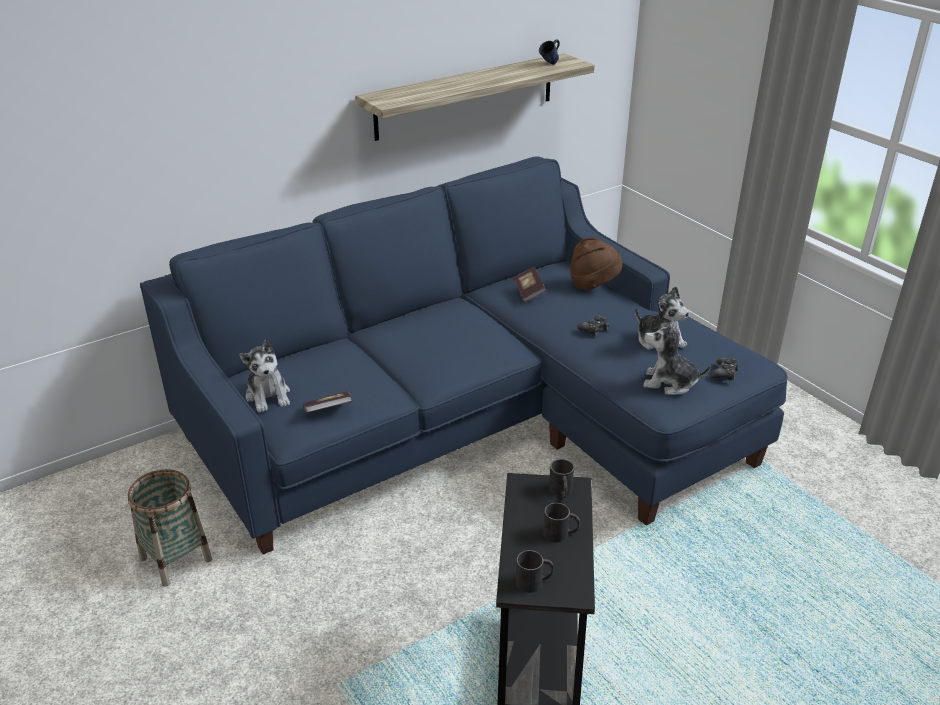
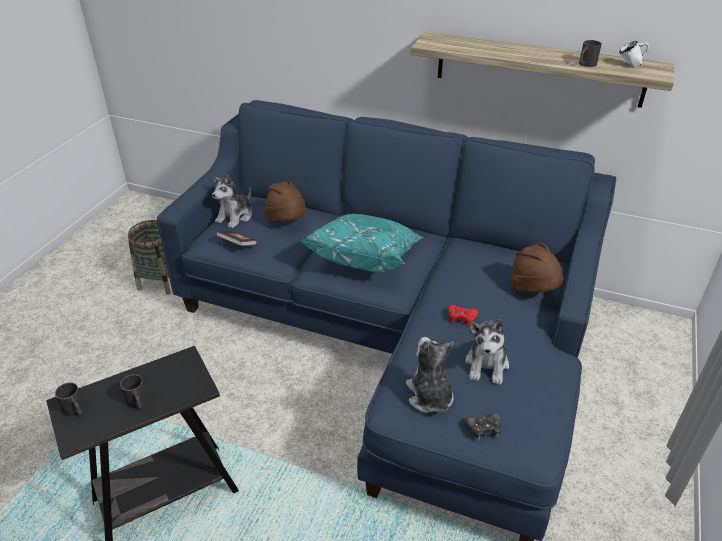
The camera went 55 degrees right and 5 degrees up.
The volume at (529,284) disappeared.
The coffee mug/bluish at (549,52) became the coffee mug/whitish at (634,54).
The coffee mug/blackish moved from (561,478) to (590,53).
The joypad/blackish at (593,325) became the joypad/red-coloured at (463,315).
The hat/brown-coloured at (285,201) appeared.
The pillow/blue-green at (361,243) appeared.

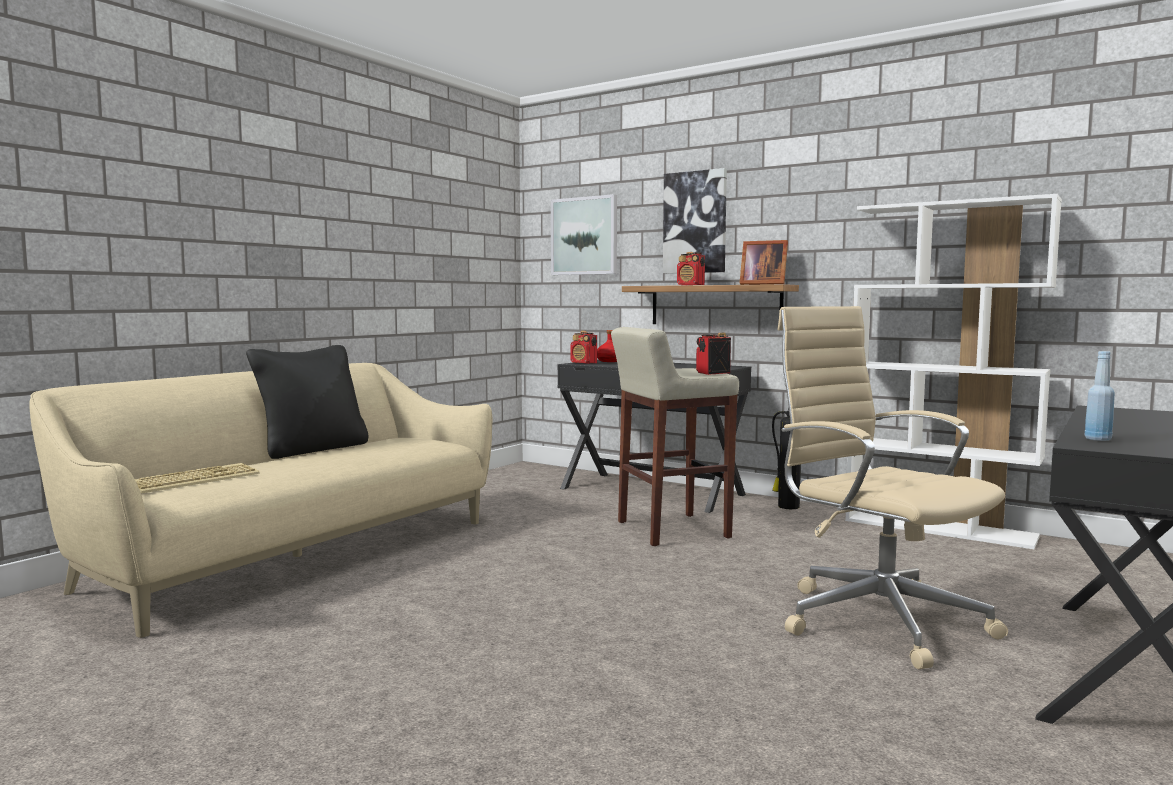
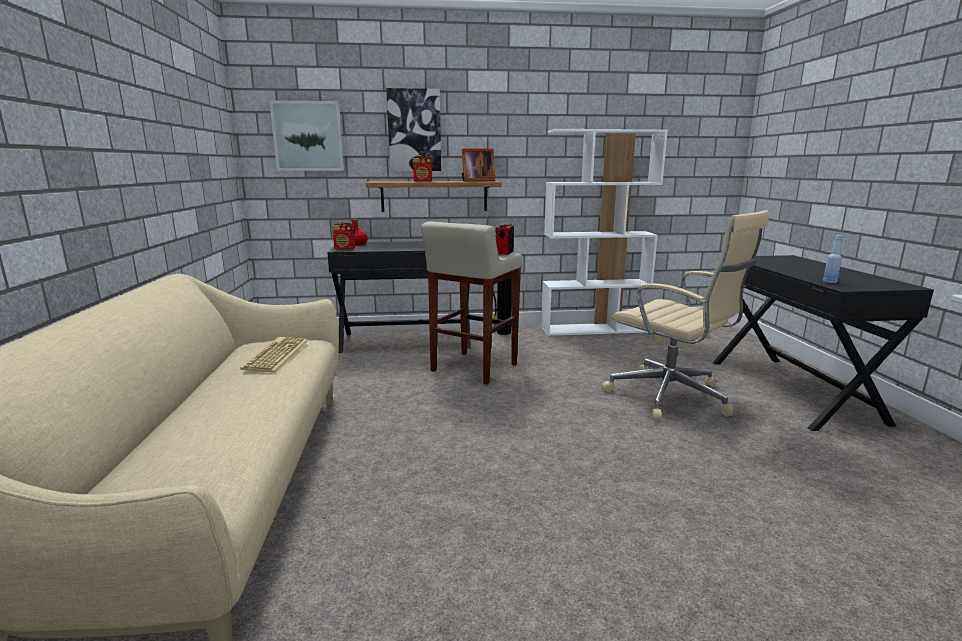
The camera went 40 degrees left and 10 degrees up.
The computer keyboard moved from (197,478) to (274,355).
The pillow/blackish at (307,402) disappeared.
The desk chair/beige-coloured at (892,487) turned 150 degrees counterclockwise.

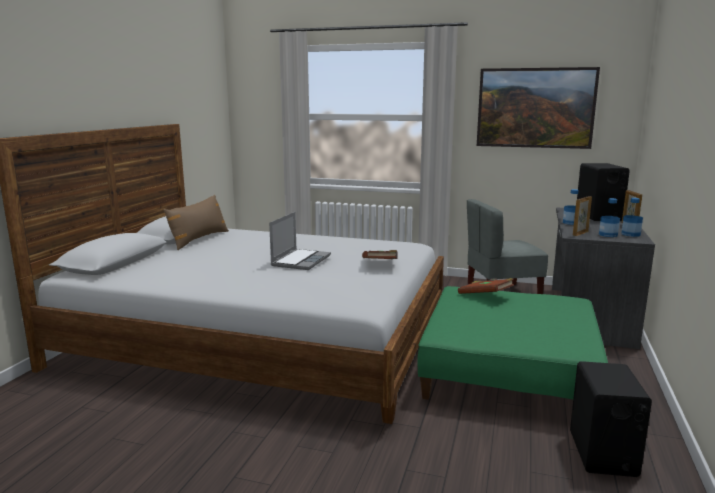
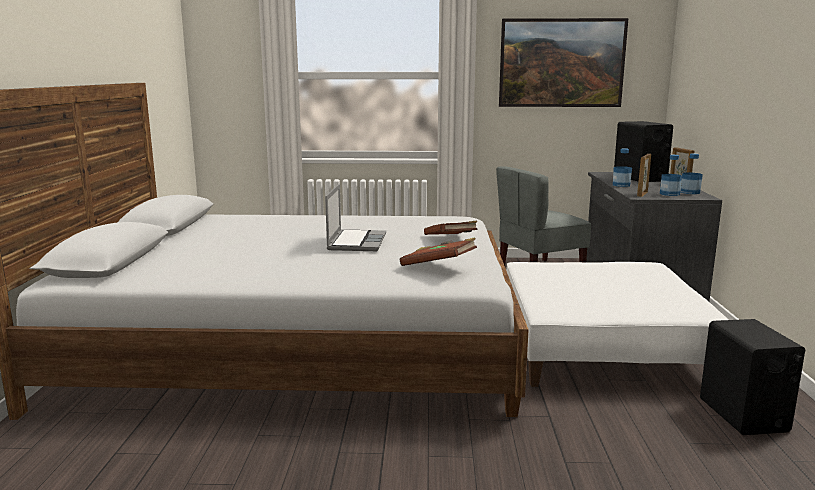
The camera went 15 degrees left and 0 degrees up.
The pillow/brown-coloured at (196,222) disappeared.
The ottoman/green-coloured at (512,343) became the ottoman/whitish at (617,324).
The volume/brown-coloured moved from (486,286) to (438,251).

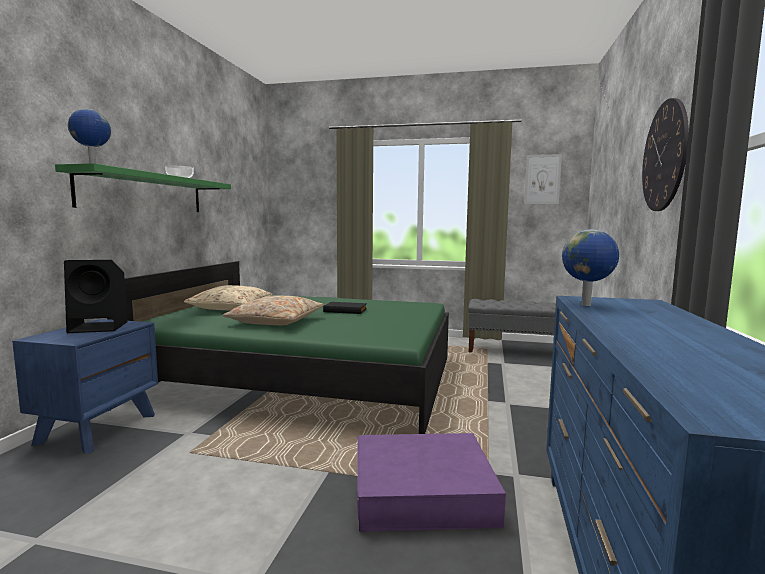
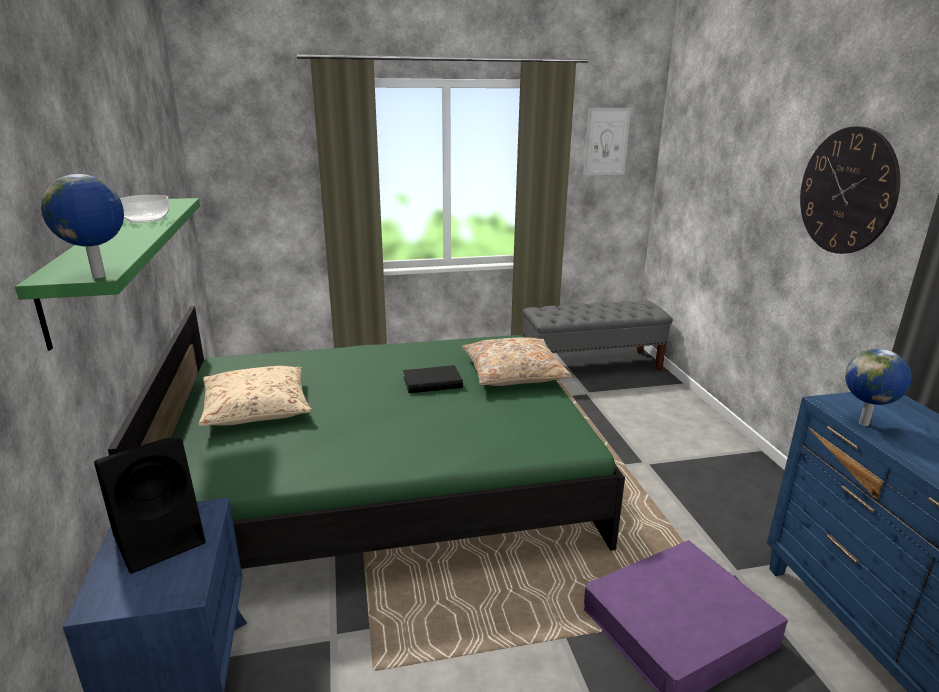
The camera went 25 degrees left and 15 degrees up.
The pillow/beige-coloured moved from (273,310) to (517,361).

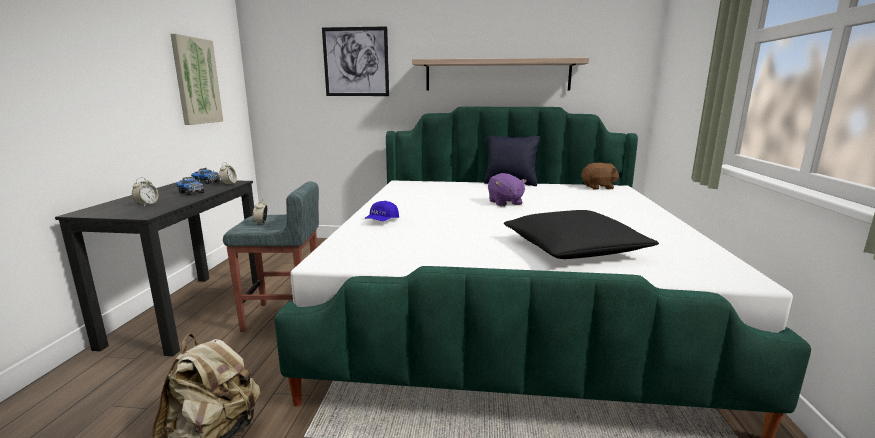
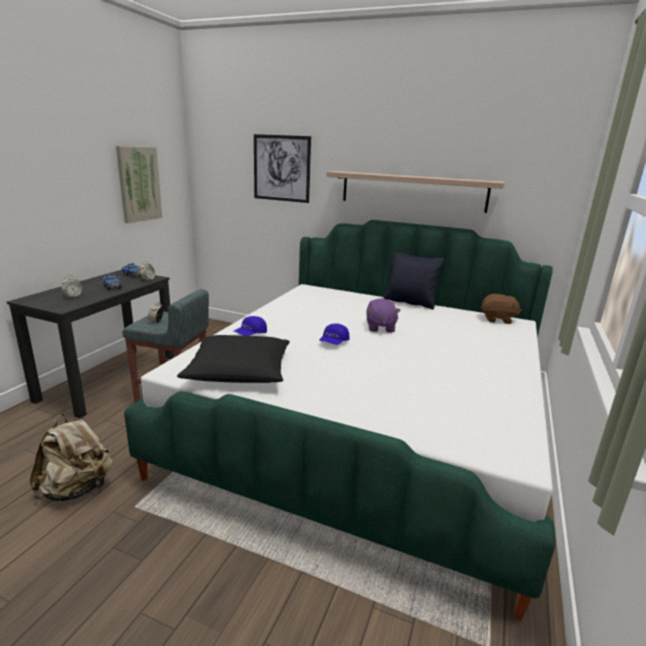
The camera went 15 degrees right and 5 degrees up.
The pillow/blackish moved from (581,234) to (233,359).
The cap/bluish at (334,334) appeared.

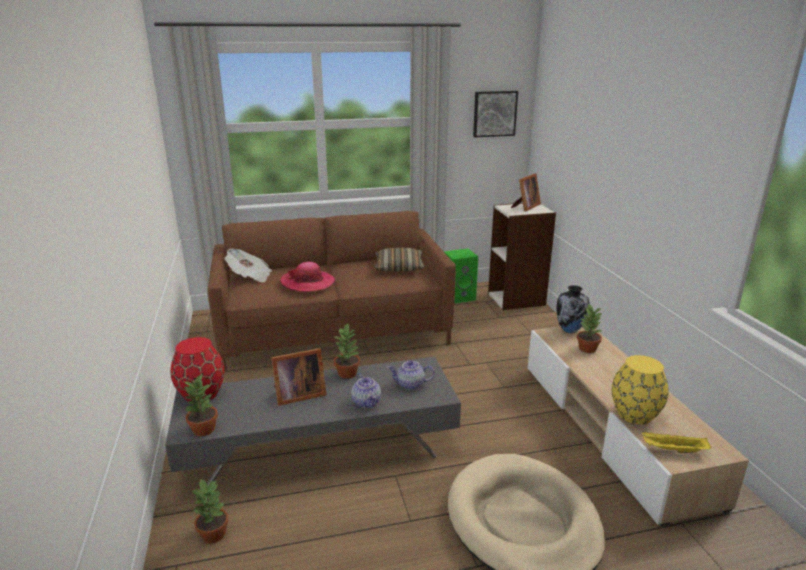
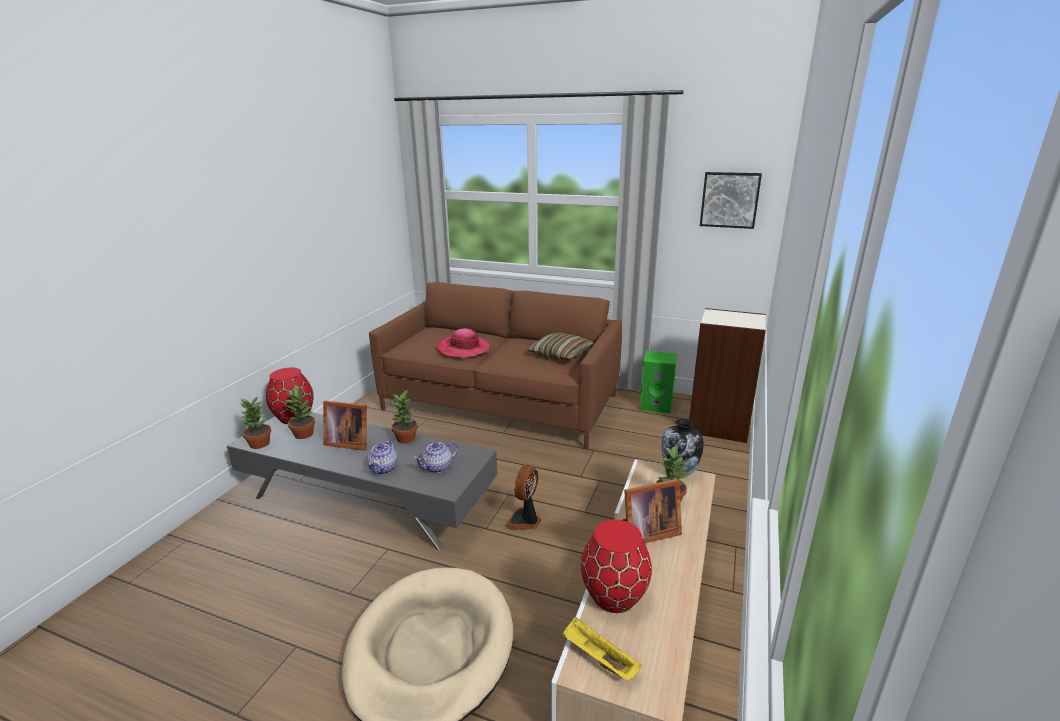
The camera went 35 degrees right and 0 degrees up.
The potted plant moved from (210,510) to (299,412).
The newspaper at (248,265) disappeared.
The tea pot at (411,375) turned 75 degrees counterclockwise.
The standing frame moved from (526,192) to (652,511).
The flower vase/yellowish at (640,390) became the flower vase/red-coloured at (616,566).
The cooling fan at (523,497) appeared.

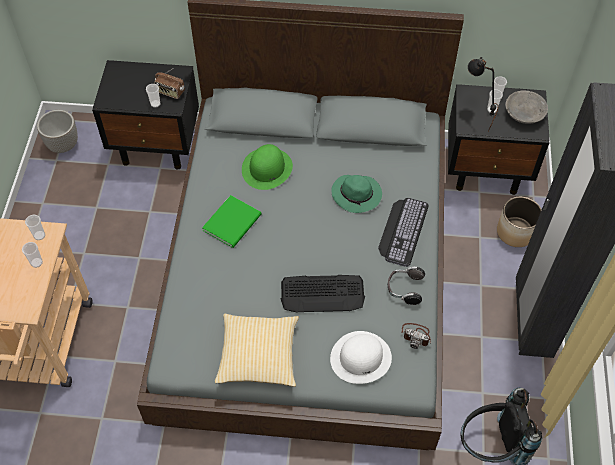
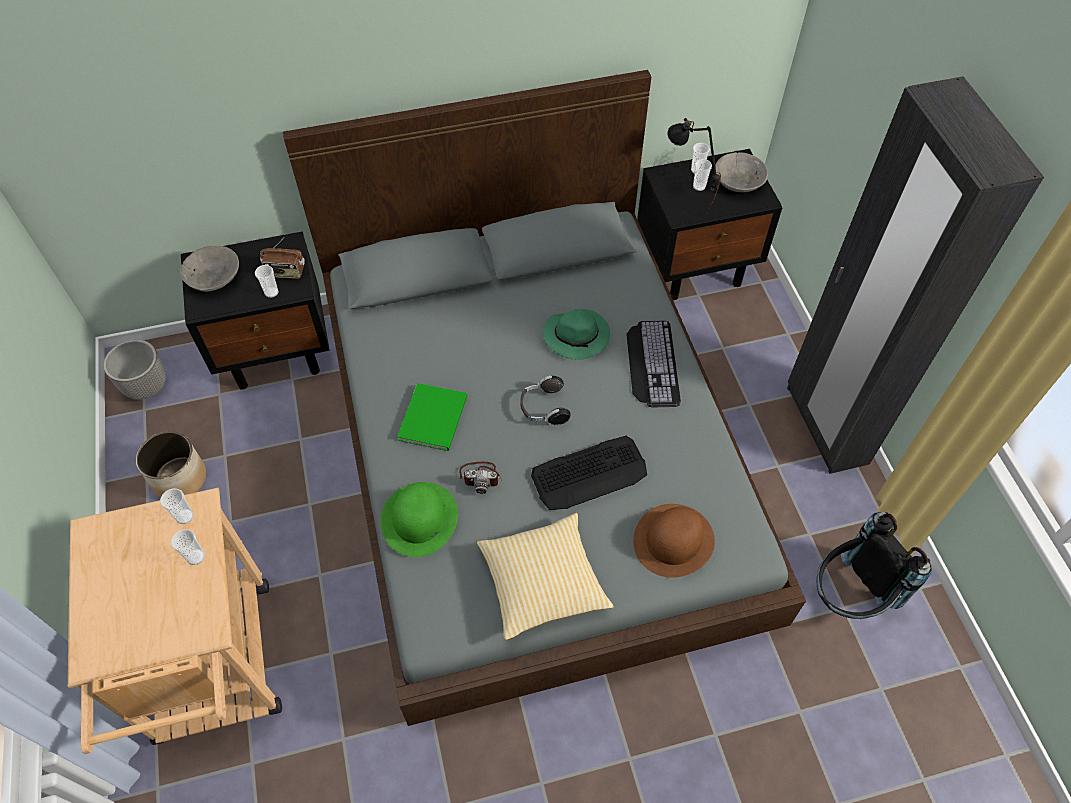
The camera went 20 degrees left and 0 degrees up.
The hat/green-coloured moved from (267,167) to (419,519).
The hat/whitish at (361,357) became the hat/brown-coloured at (674,541).
The headset moved from (406,286) to (545,400).
The photo camera moved from (416,336) to (480,478).
The flower pot moved from (519,222) to (171,464).
The serving bowl/grey at (209,269) appeared.

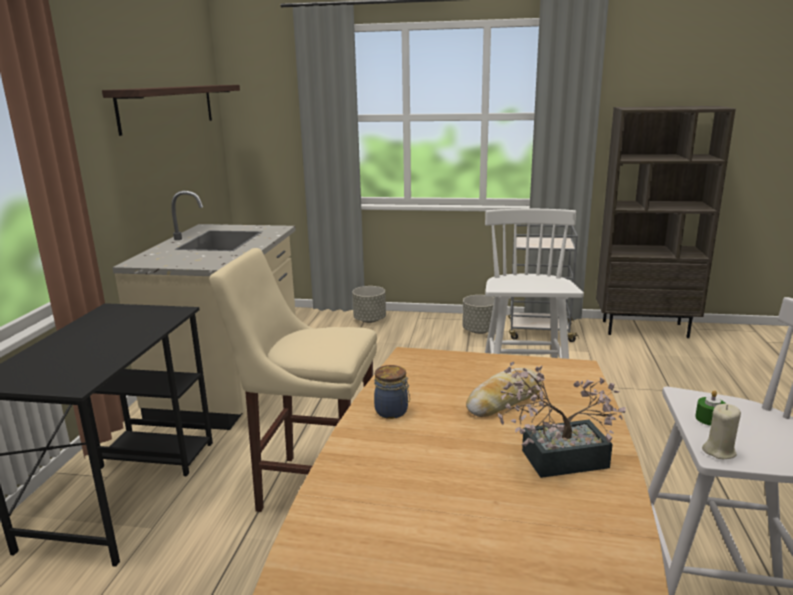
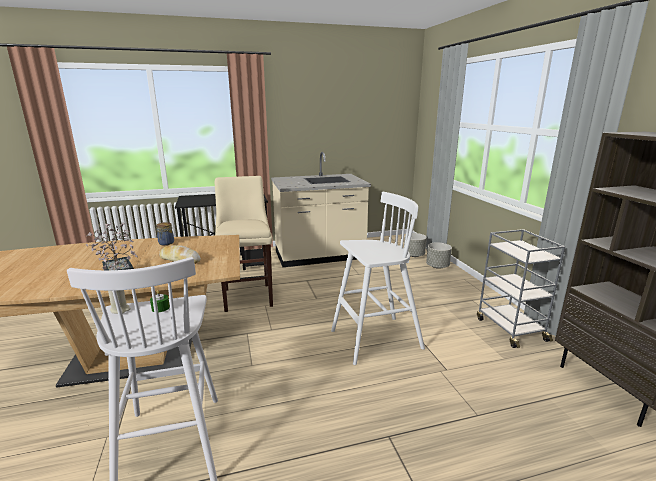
The camera went 65 degrees right and 0 degrees up.
The shelf at (171,110) disappeared.
The flower pot/grey moved from (478,314) to (415,245).

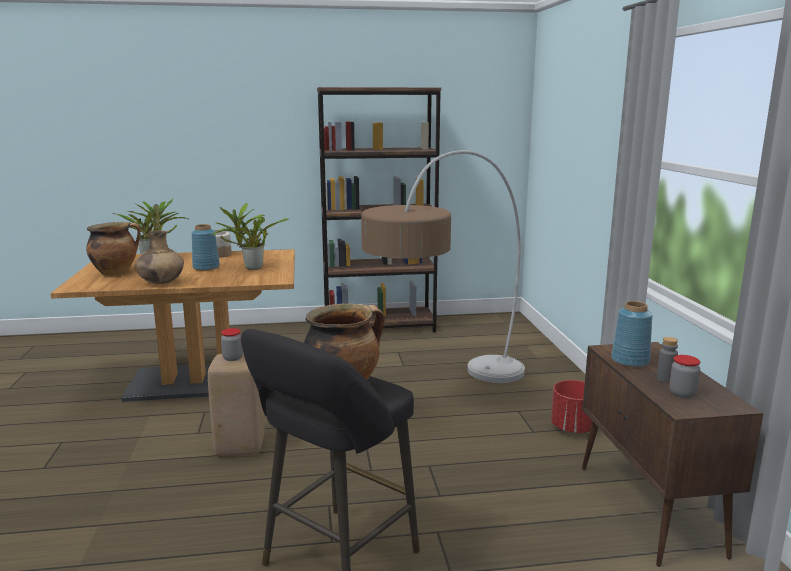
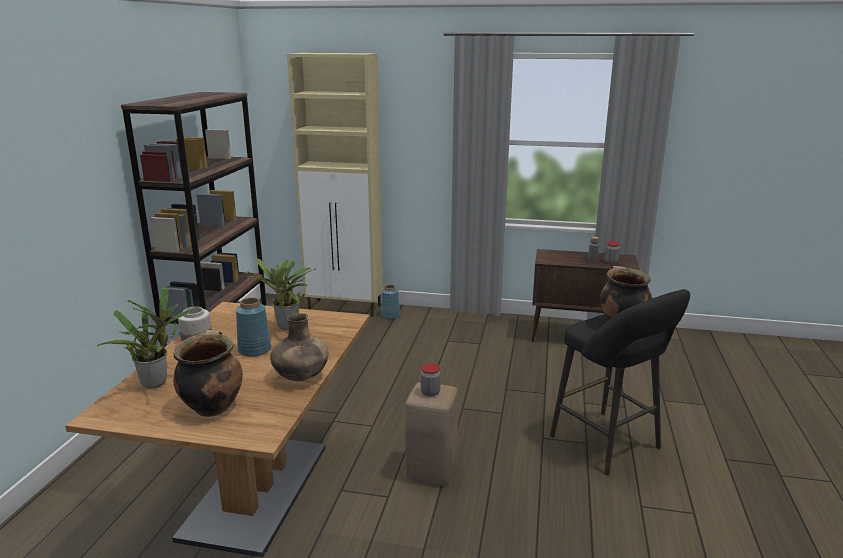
The camera went 70 degrees left and 5 degrees up.
The standard lamp at (443,266) disappeared.
The flower pot/red-coloured at (571,406) disappeared.
The flower vase/bluish moved from (632,334) to (390,302).
The storage cabinet/beige-coloured at (335,185) appeared.

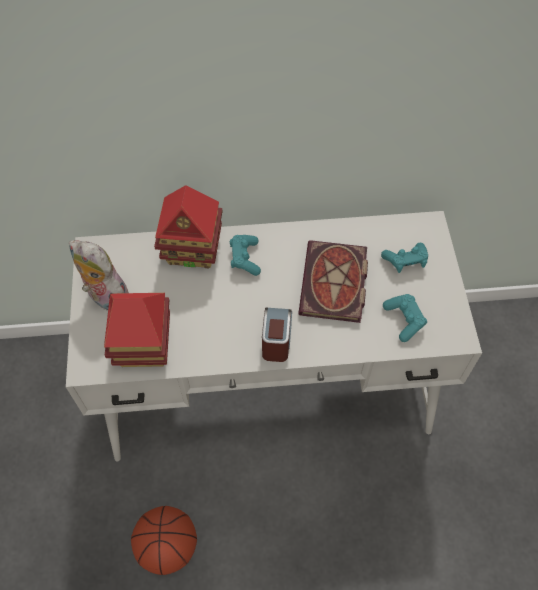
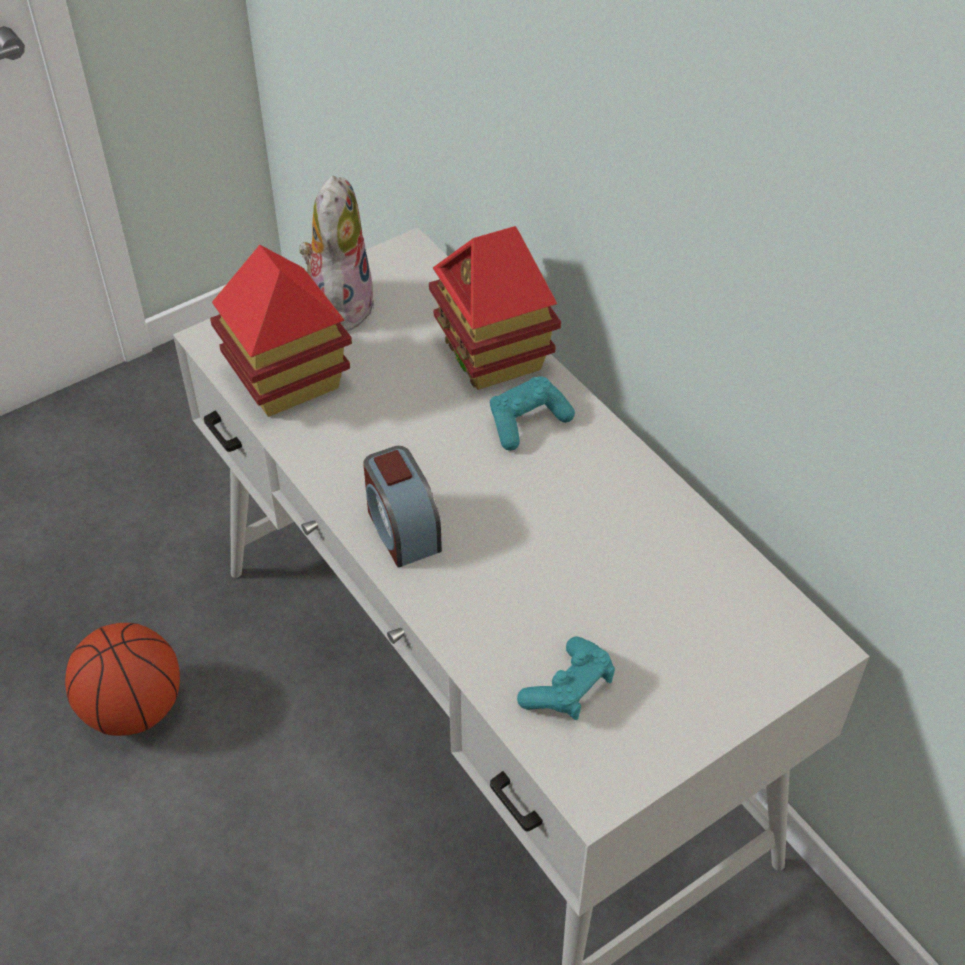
The camera went 60 degrees right and 10 degrees down.
The bedside clock at (277,335) turned 90 degrees clockwise.
The volume at (333,281) disappeared.
The joypad/blue-green at (404,258) disappeared.

